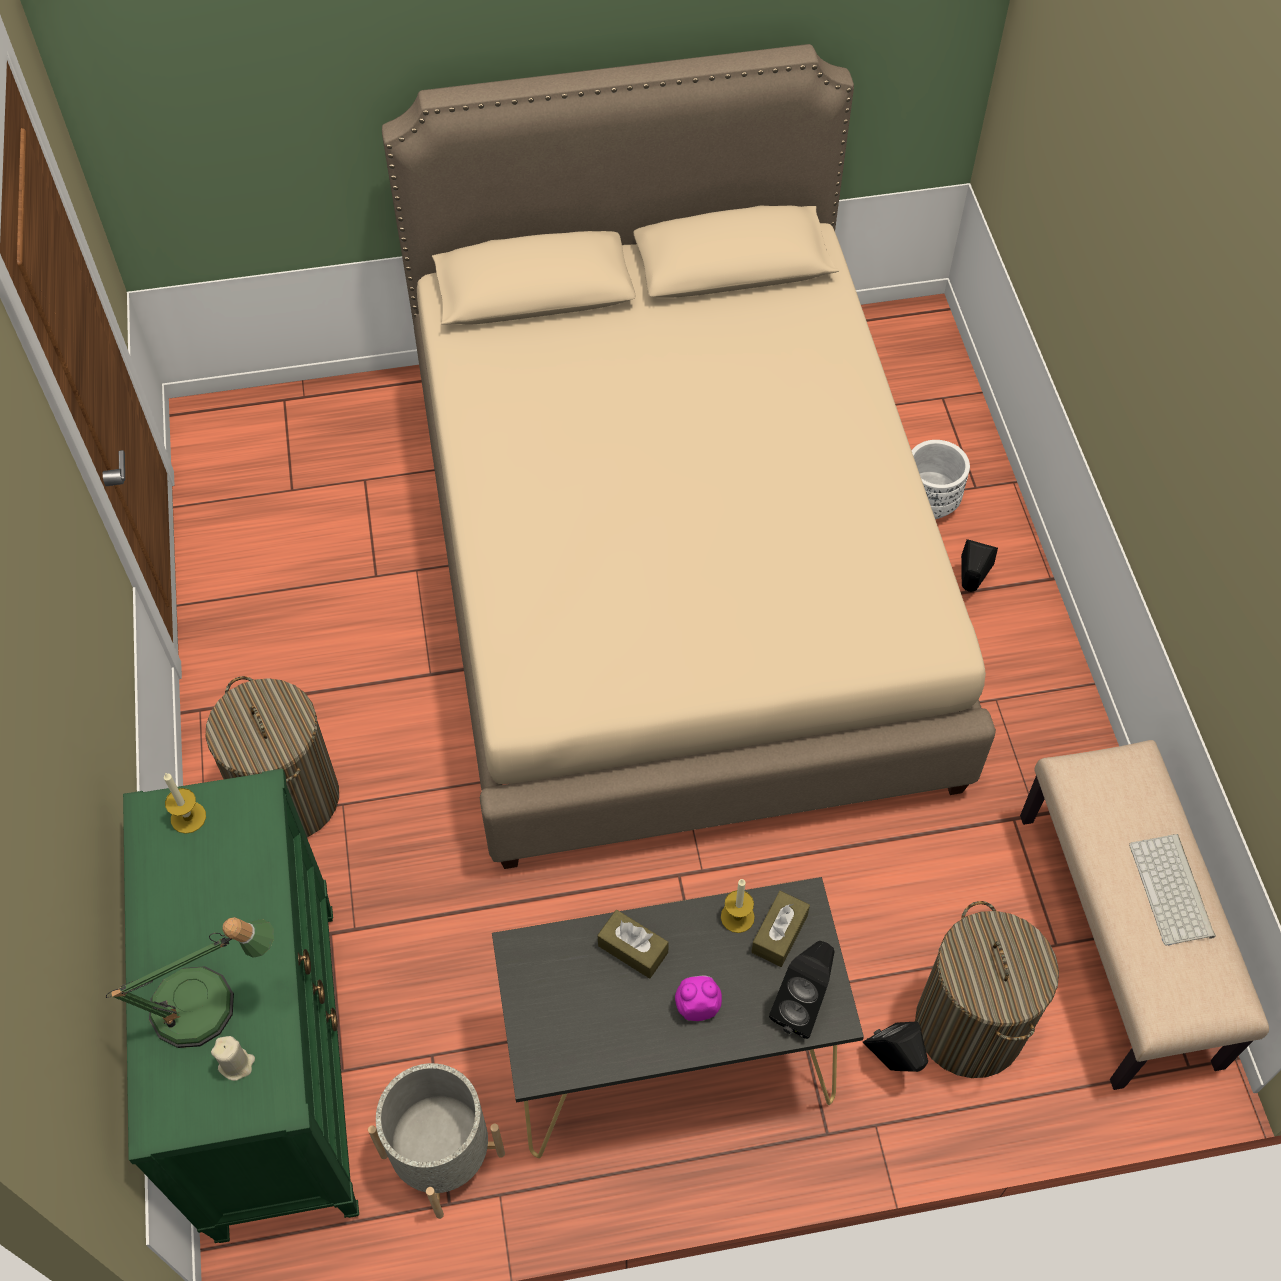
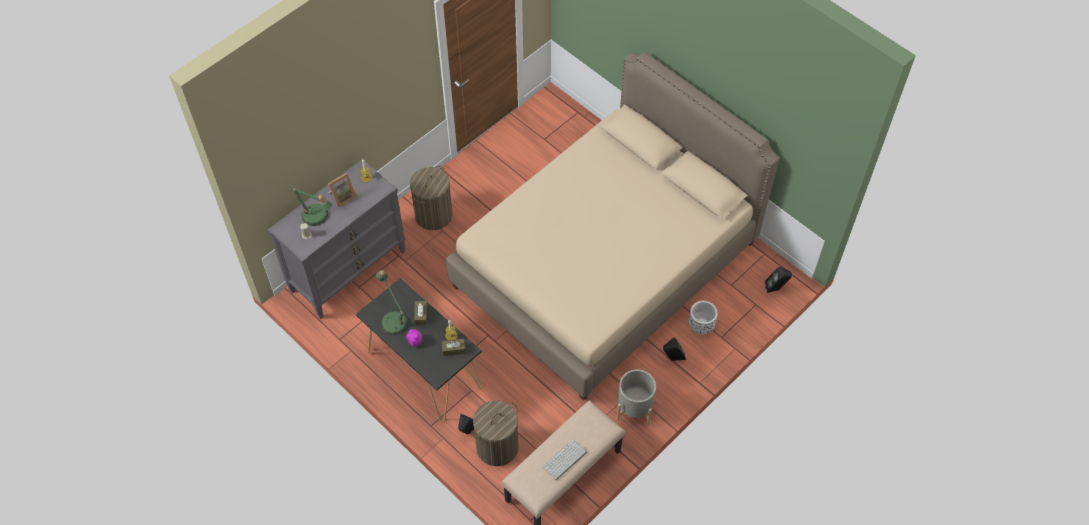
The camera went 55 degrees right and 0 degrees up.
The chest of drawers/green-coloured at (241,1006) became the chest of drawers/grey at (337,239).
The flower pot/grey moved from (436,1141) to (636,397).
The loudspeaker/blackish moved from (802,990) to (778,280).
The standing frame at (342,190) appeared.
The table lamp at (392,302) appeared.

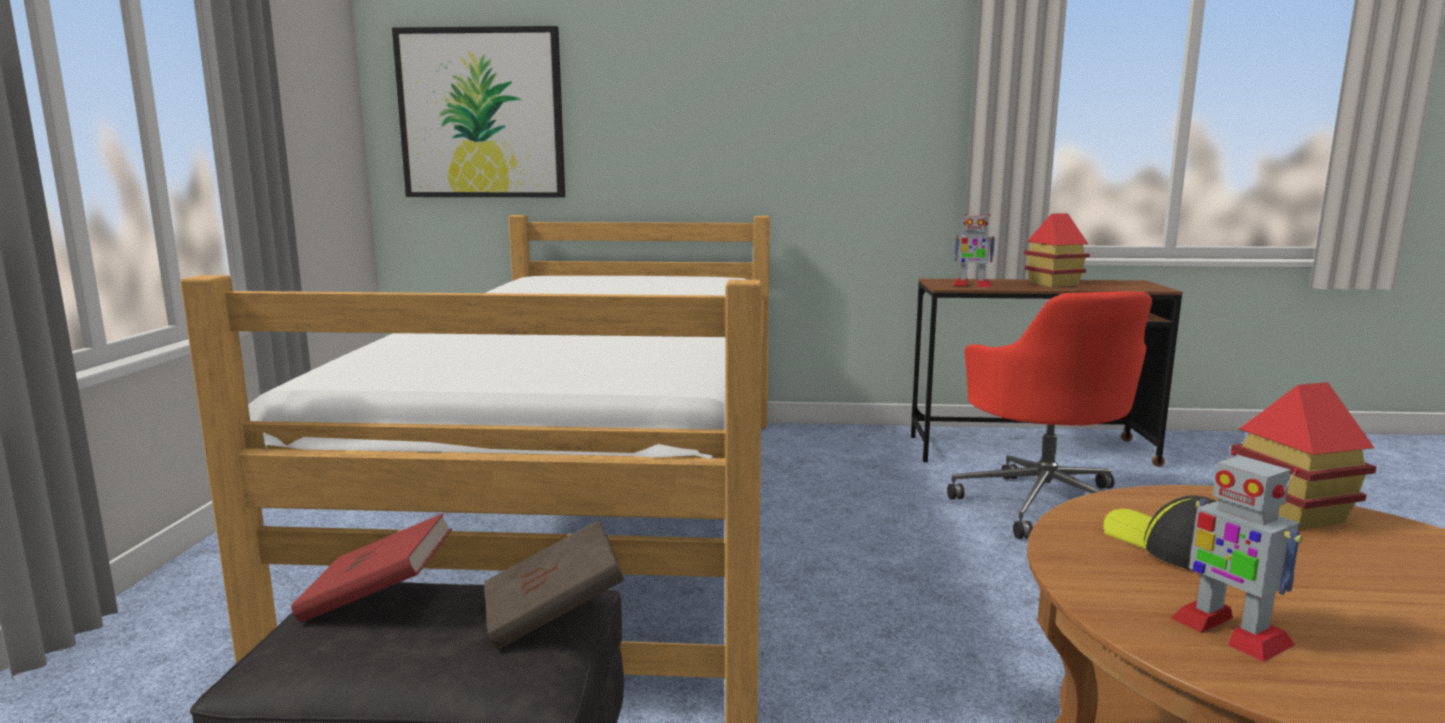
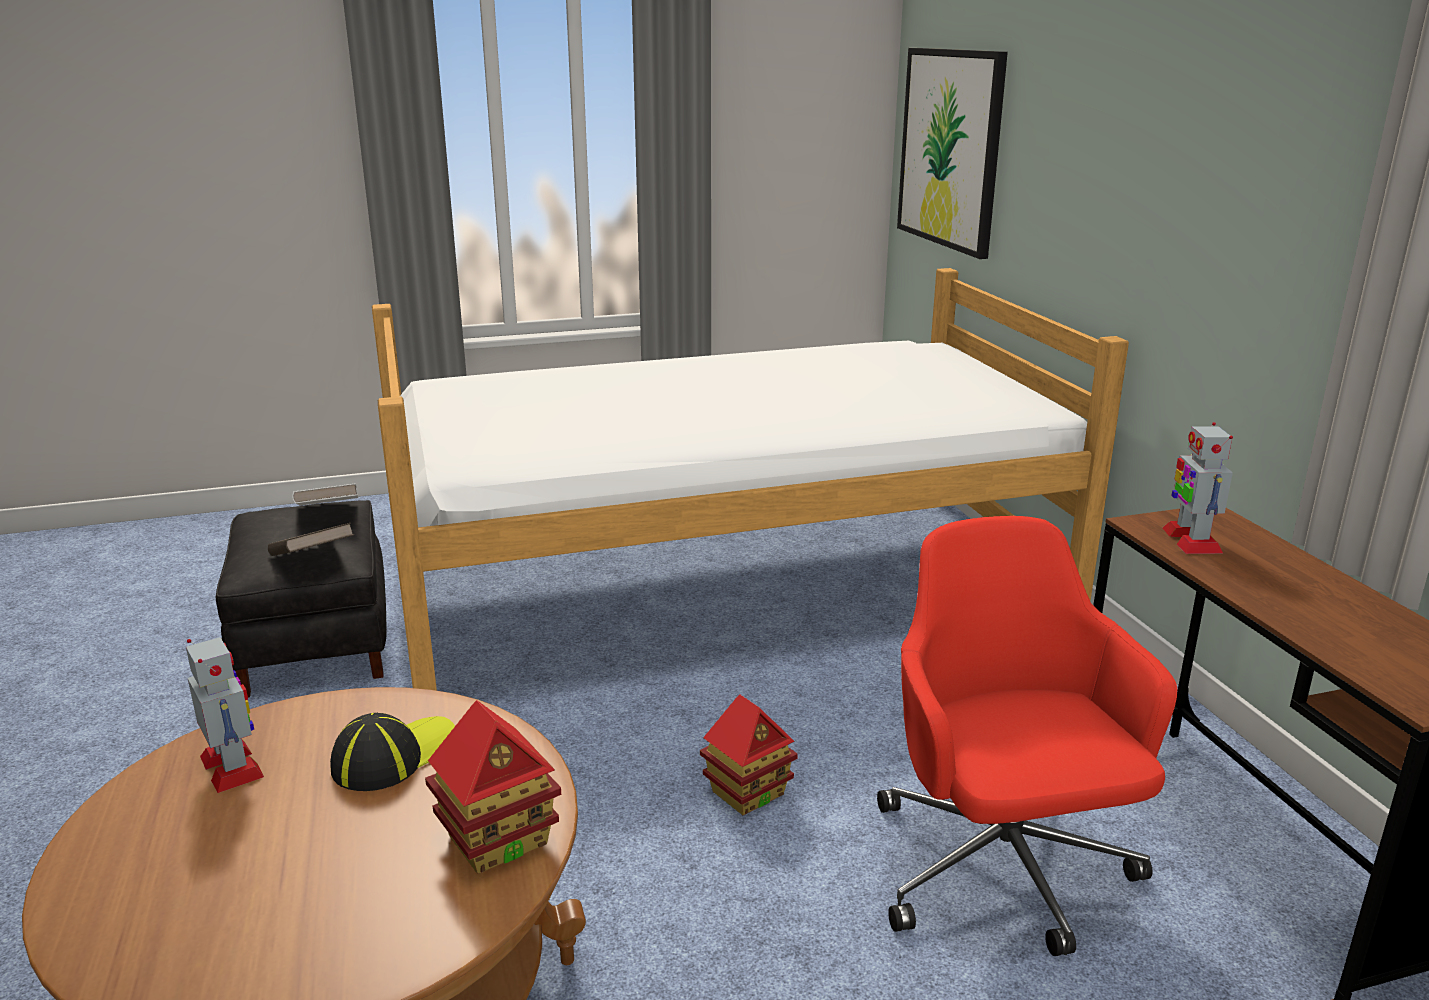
The camera went 70 degrees right and 10 degrees up.
The volume/red-coloured at (371,568) became the volume/whitish at (325,494).
The desk chair/red-coloured at (1049,415) turned 105 degrees clockwise.
The miniature house moved from (1057,250) to (749,754).
The robot figure at (1237,556) turned 105 degrees clockwise.

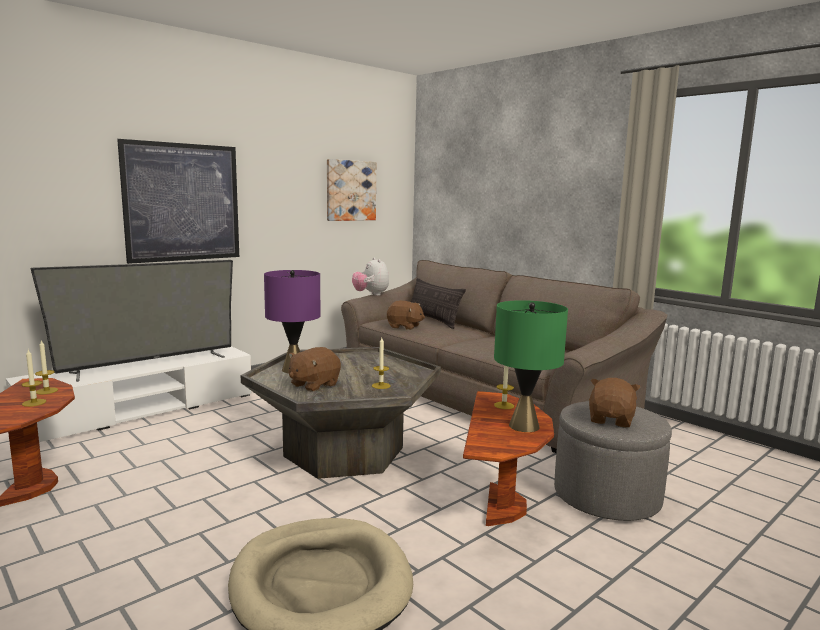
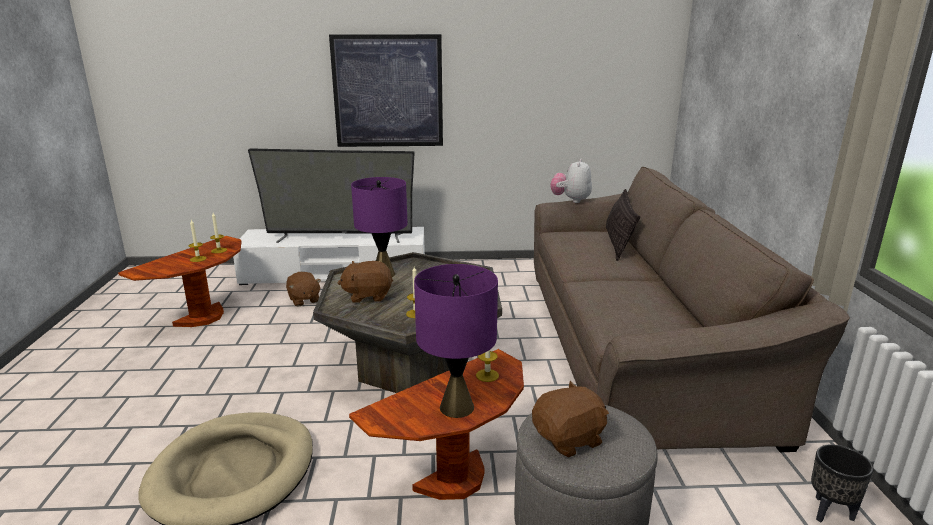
The camera went 40 degrees right and 10 degrees up.
The wall picture at (351,190) disappeared.
The soft toy/brown-coloured moved from (406,315) to (303,289).
The table lamp/green-coloured at (531,366) became the table lamp/purple at (456,341).
The flower pot/blackish at (842,483) appeared.

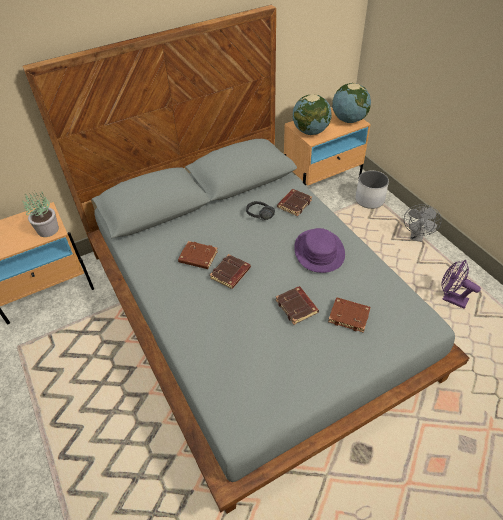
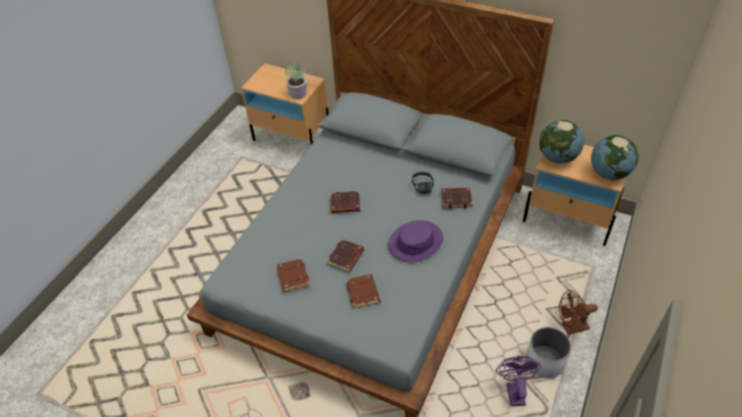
The camera went 55 degrees right and 0 degrees up.
The volume/brown-coloured moved from (198,255) to (293,275).
The flower pot/whitish moved from (372,190) to (548,352).
The cooling fan/grey at (422,223) became the cooling fan/brown-coloured at (578,312).

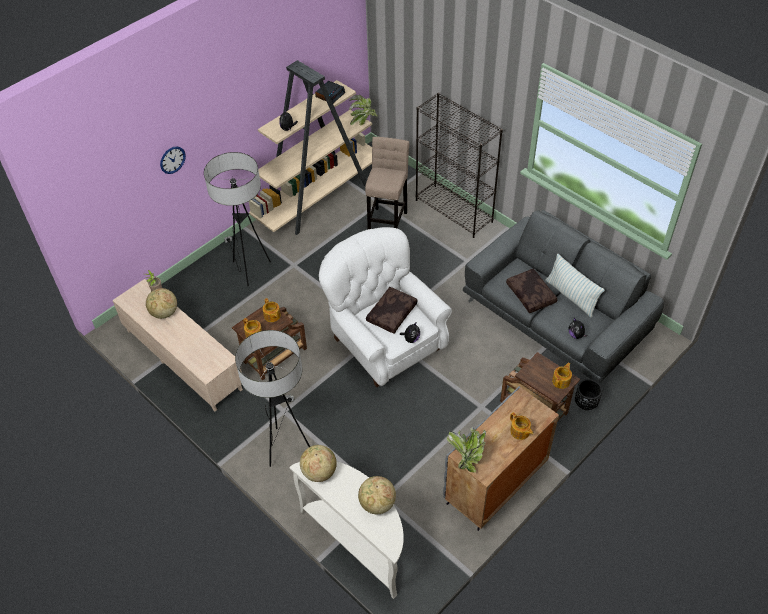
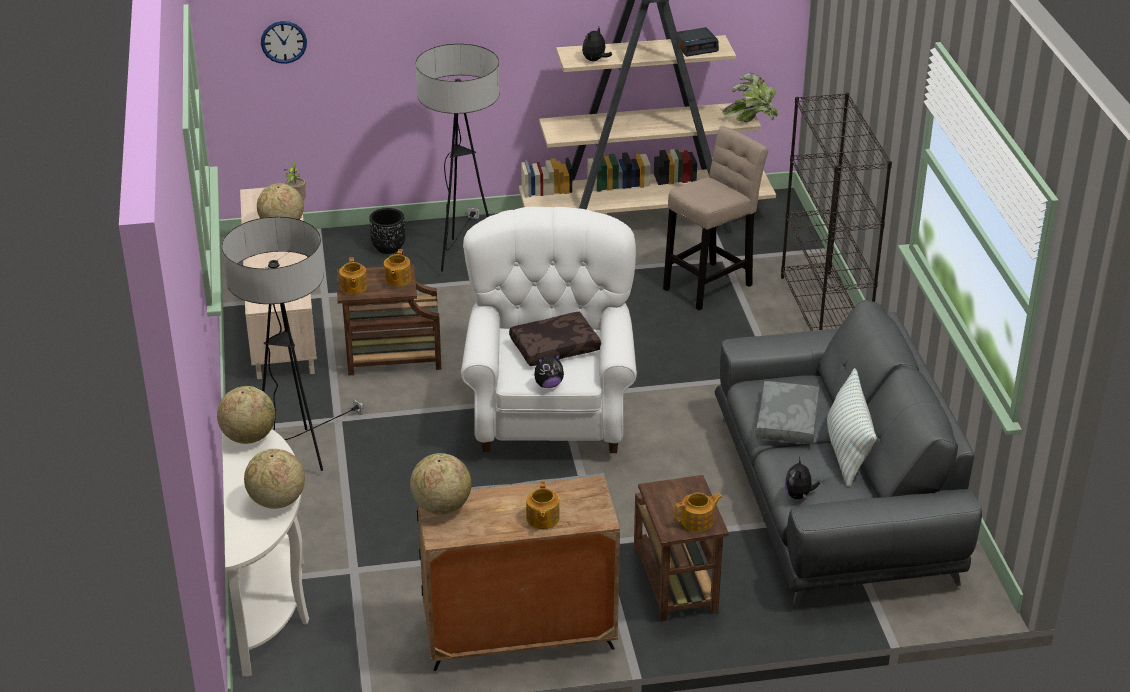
The camera went 35 degrees right and 15 degrees down.
The wall clock moved from (173,160) to (284,42).
The potted plant at (466,450) was replaced by the world globe at (440,484).
The pillow/brown-coloured at (532,291) became the pillow/grey at (787,412).
The flower pot/blackish moved from (588,394) to (387,231).

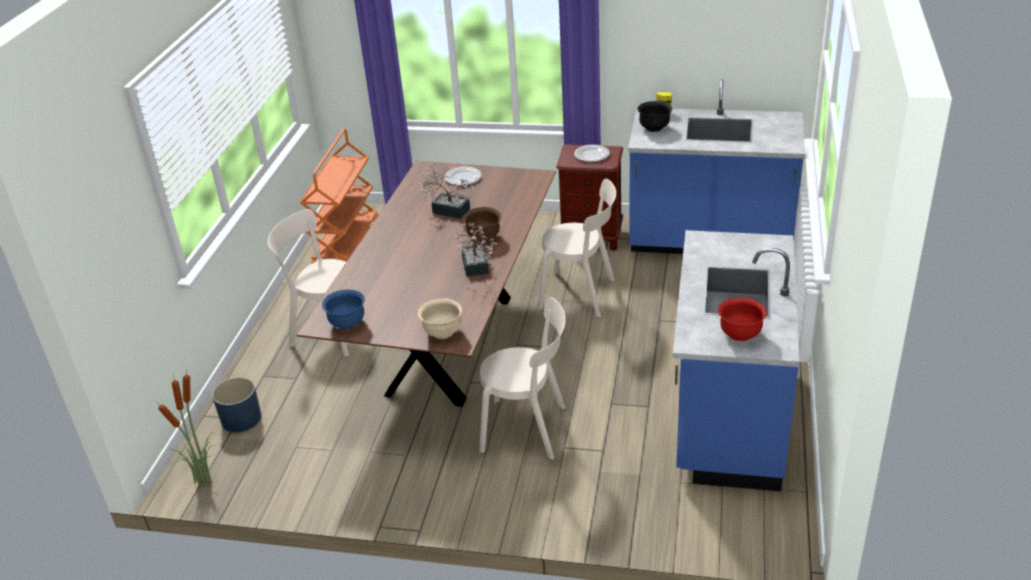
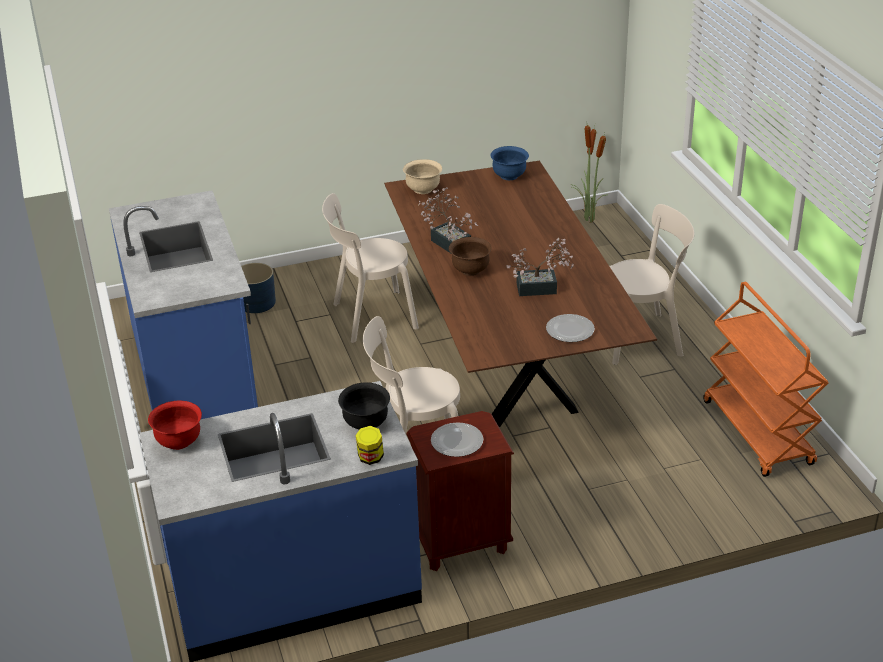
The camera went 150 degrees right and 0 degrees up.
The flower pot/bluish moved from (236,404) to (258,288).
The serving bowl/red-coloured moved from (742,319) to (175,425).

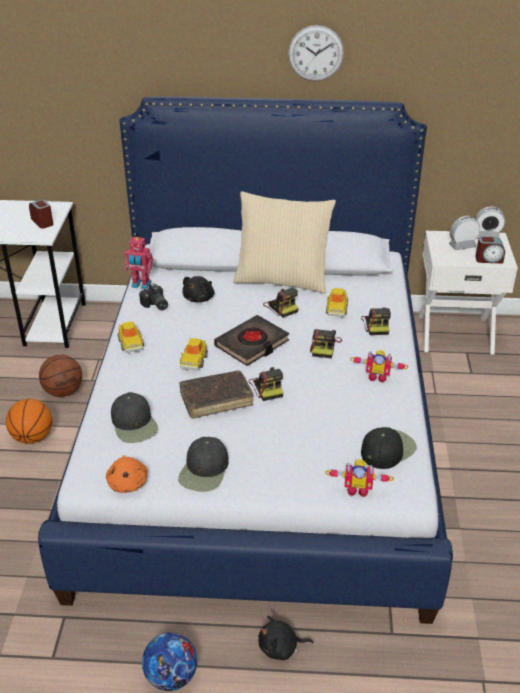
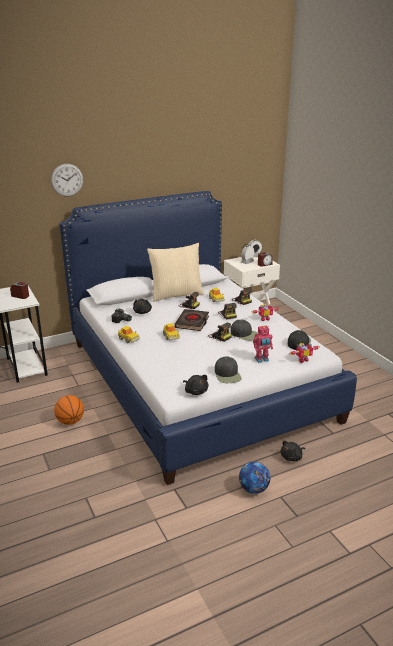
The camera went 30 degrees left and 10 degrees down.
The ball for basketball at (60,376) disappeared.
The soft toy/orange at (127,474) became the soft toy/blackish at (195,385).
The cap/blackish moved from (134,417) to (244,330).
The robot figure moved from (139,263) to (263,344).
The volume/brown-coloured at (216,394) disappeared.
The wall clock moved from (316,53) to (67,180).

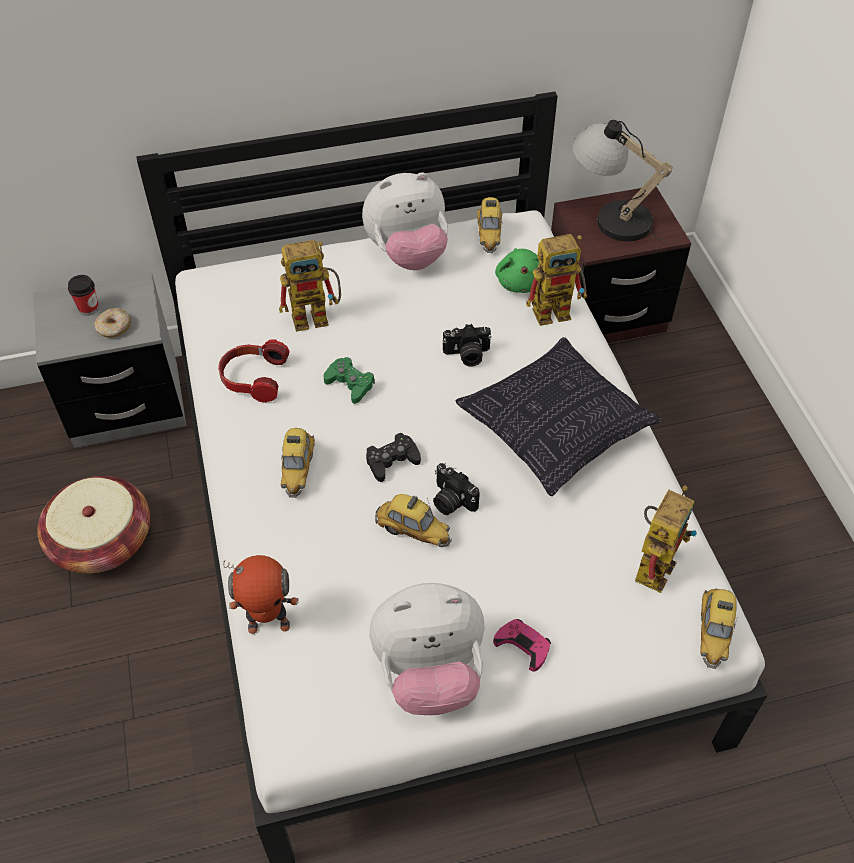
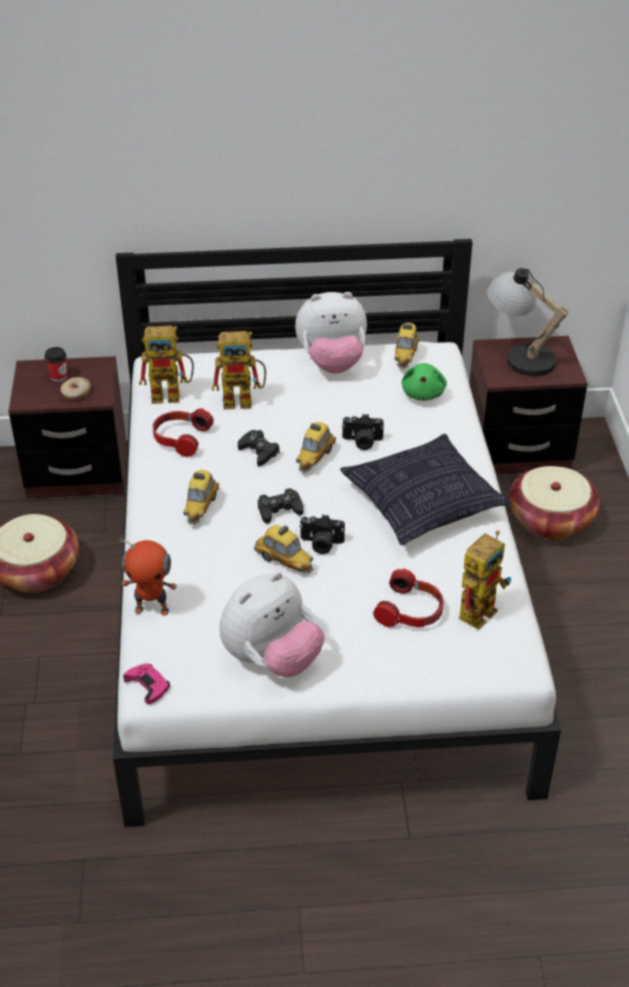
The camera went 10 degrees right and 10 degrees down.
The bedside table/grey at (110,360) became the bedside table/brown-coloured at (68,427).
The joypad/green-coloured at (349,380) became the joypad/blackish at (259,448).
The soft toy at (427,649) turned 45 degrees counterclockwise.
The photo camera at (456,489) turned 45 degrees counterclockwise.
The joypad/pink-coloured moved from (522,645) to (146,683).
The robot figure moved from (556,280) to (166,364).
The miniature car moved from (718,628) to (316,447).
The headset at (408,598) appeared.
The basket at (554,503) appeared.

